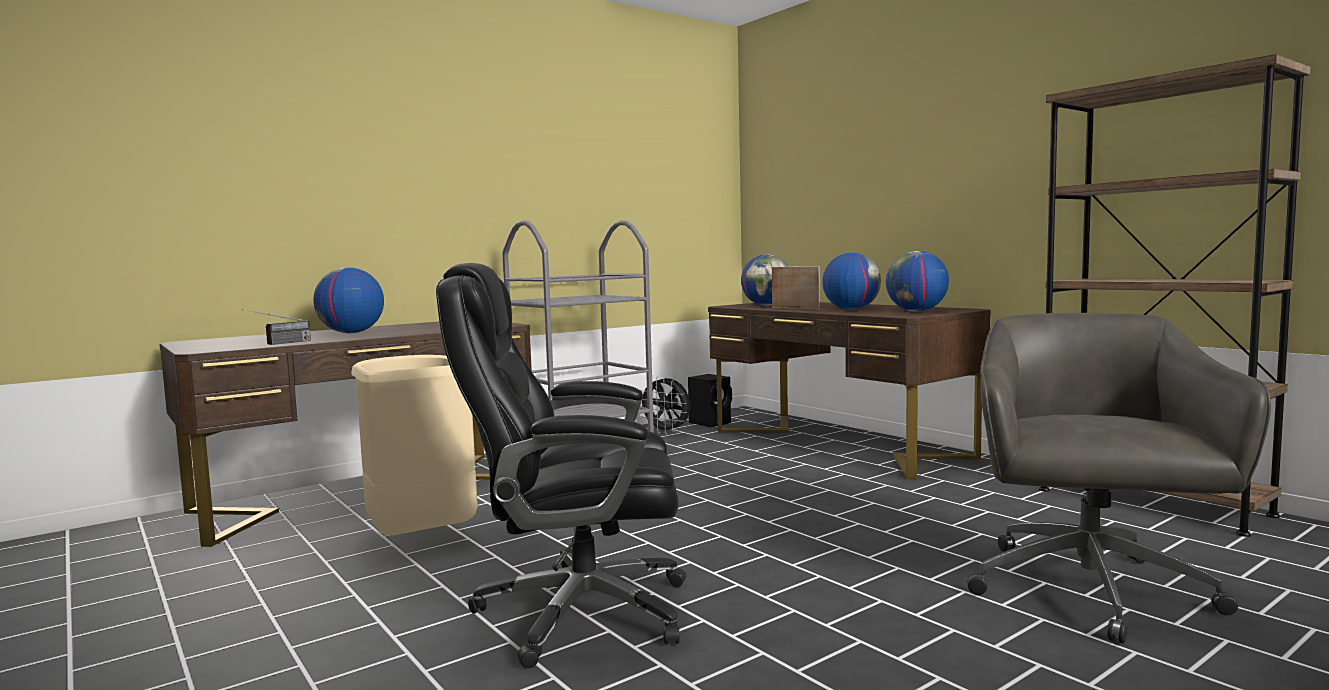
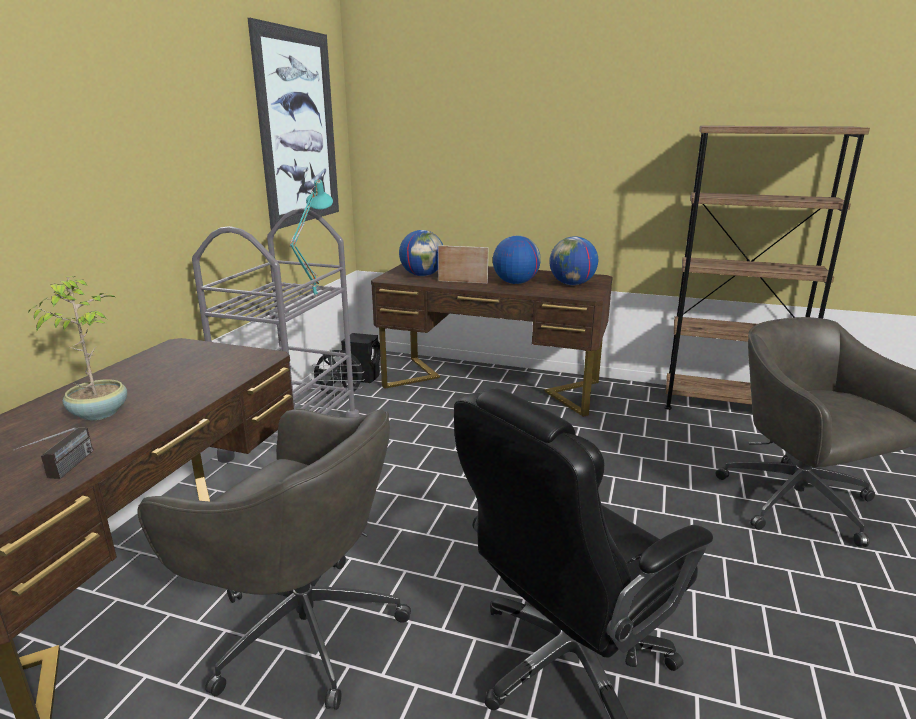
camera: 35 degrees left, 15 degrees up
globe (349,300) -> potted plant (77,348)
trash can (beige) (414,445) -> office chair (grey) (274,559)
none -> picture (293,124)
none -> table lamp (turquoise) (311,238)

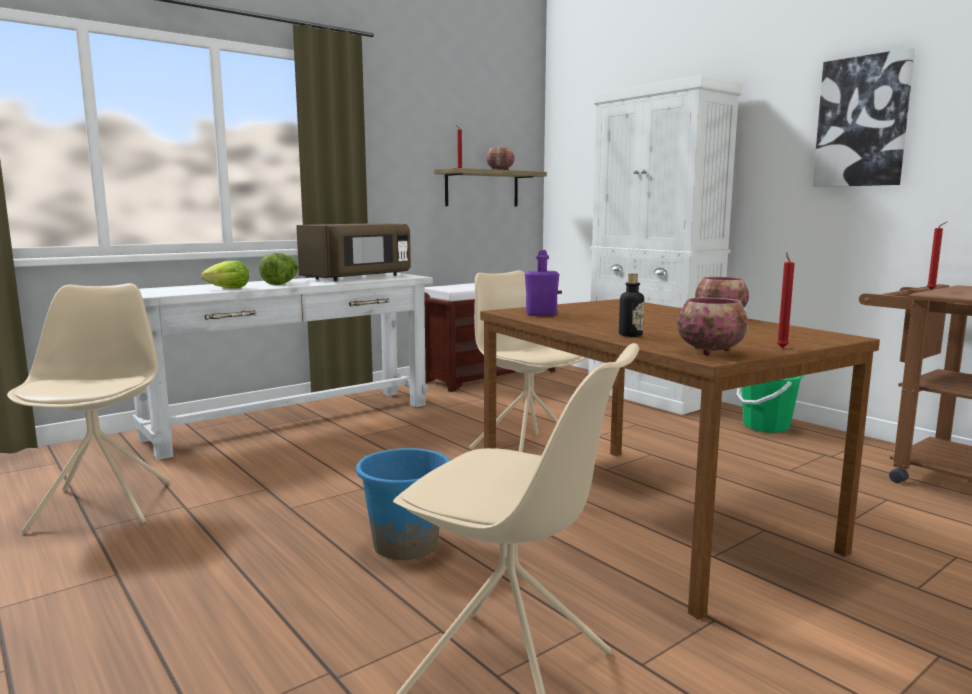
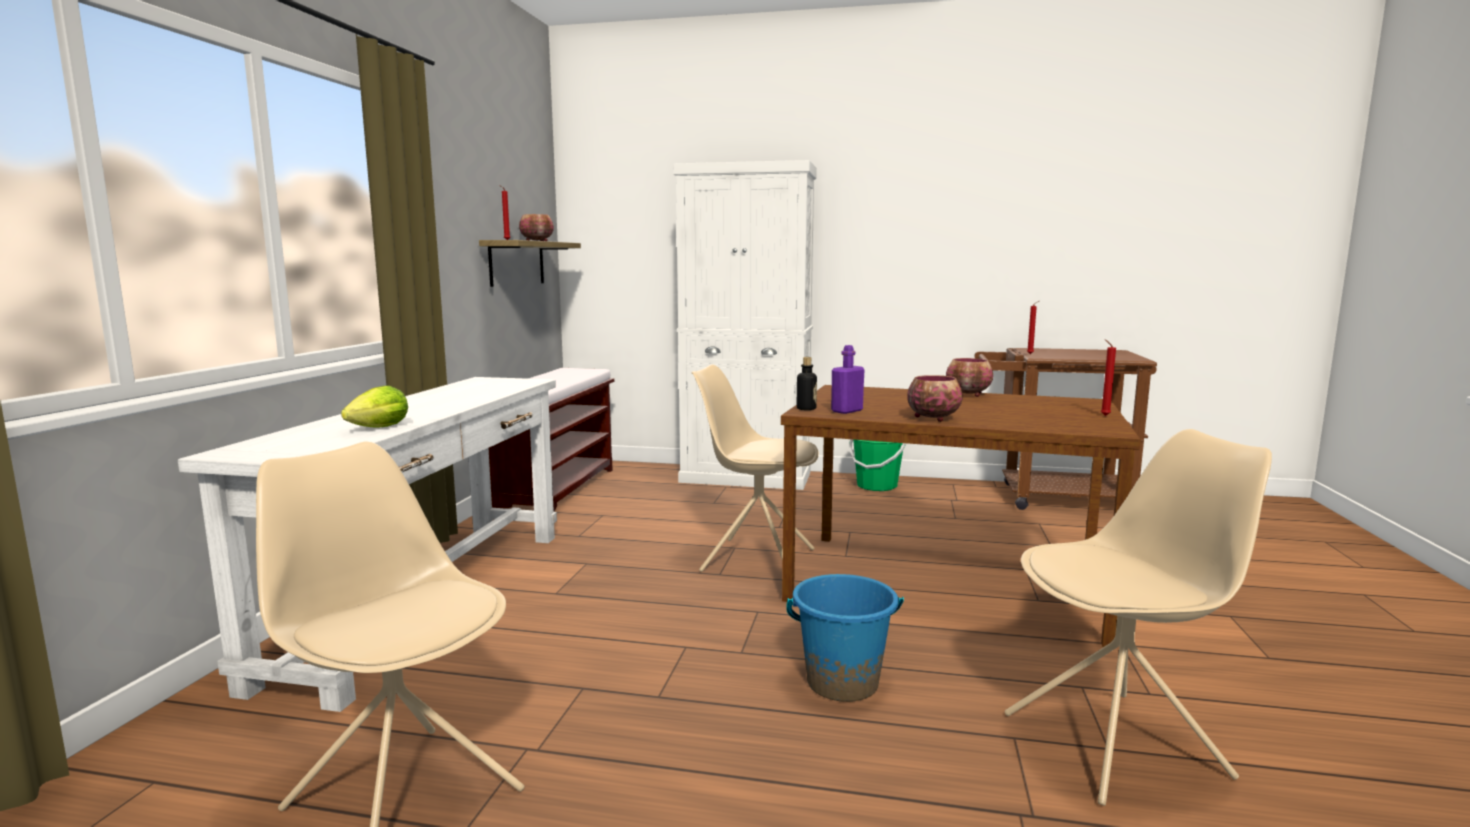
camera: 40 degrees left, 0 degrees up
lettuce (279,269) -> none
microwave (brown) (353,252) -> none
bottle (631,305) -> bottle (807,383), relocated
bowl (712,326) -> bowl (935,398), relocated
picture (863,117) -> none

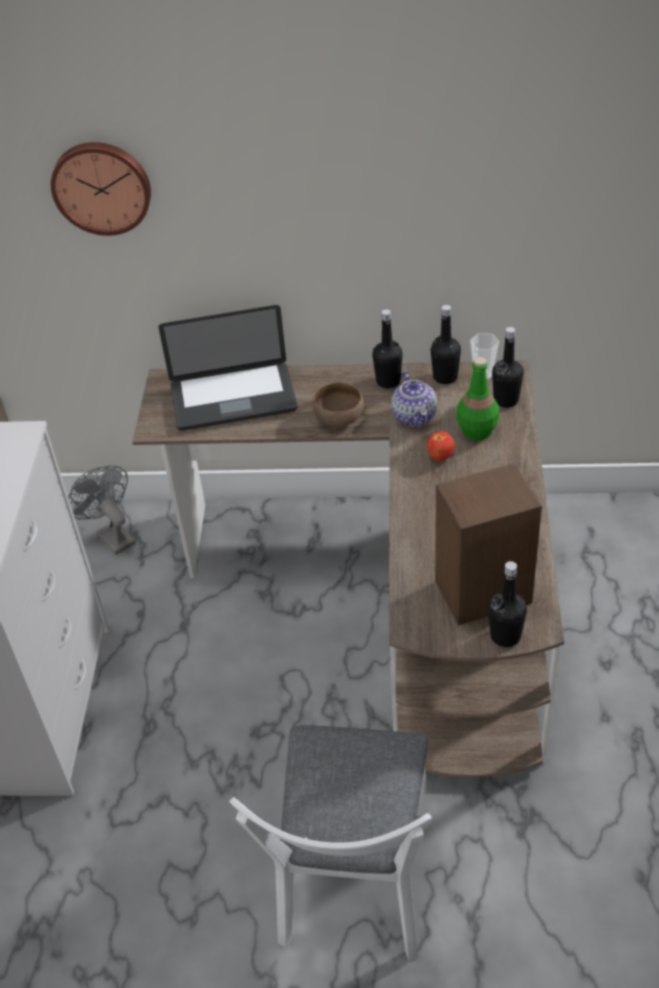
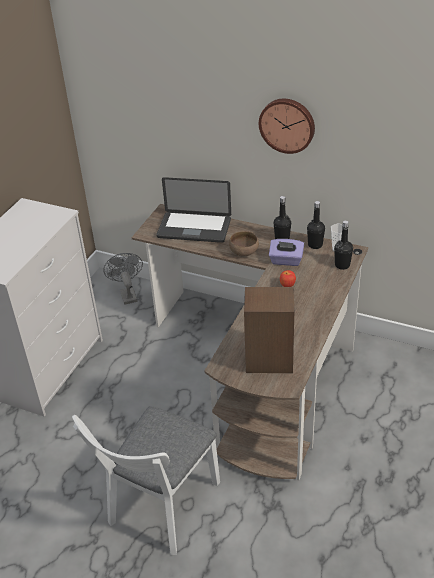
camera: 20 degrees right, 5 degrees down
wall clock (101,189) -> wall clock (287,126), relocated
teapot (414,399) -> tissue box (purple) (286,252)
bottle (green) (477,399) -> none
bottle (black) (508,604) -> none

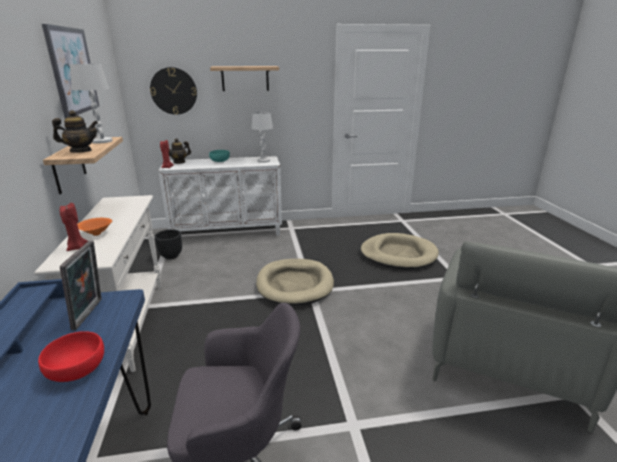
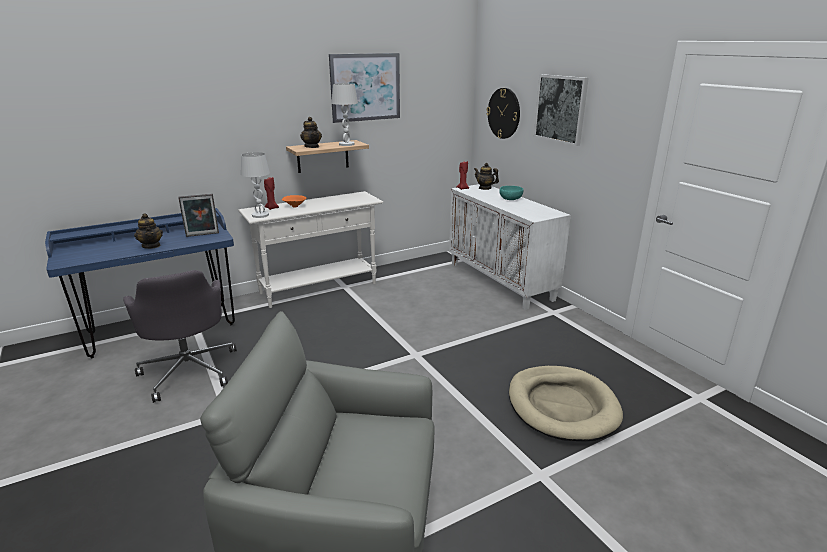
camera: 70 degrees right, 0 degrees up
bowl (red) (71,356) -> teapot (148,231)
planter (black) (168,244) -> none
shelf (244,78) -> picture (561,110)
table lamp (white) (262,137) -> table lamp (white) (255,185), relocated
dog bed (beige) (295,282) -> none

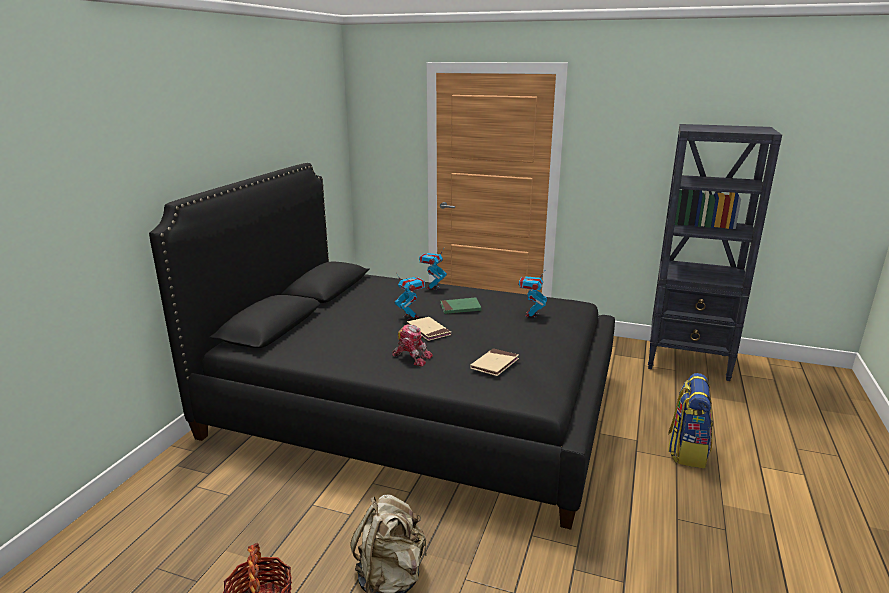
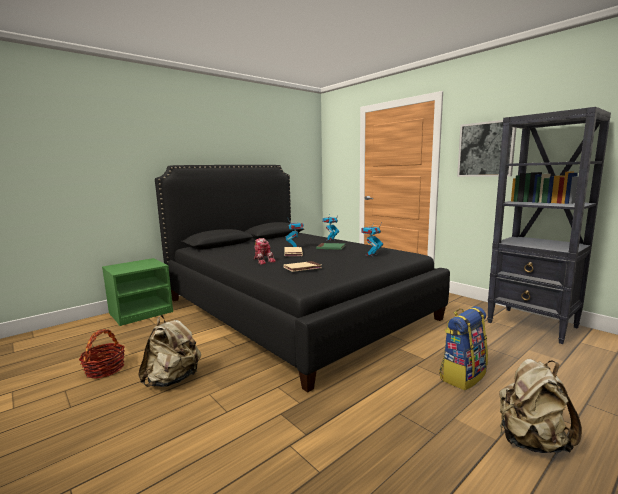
camera: 30 degrees right, 10 degrees down
none -> nightstand (green) (137,292)
none -> picture (486,148)
none -> backpack (beige) (540,406)

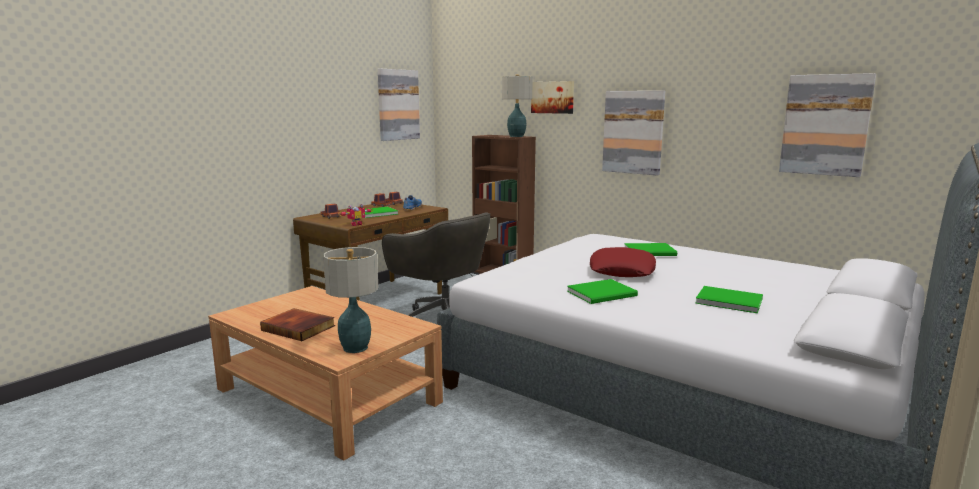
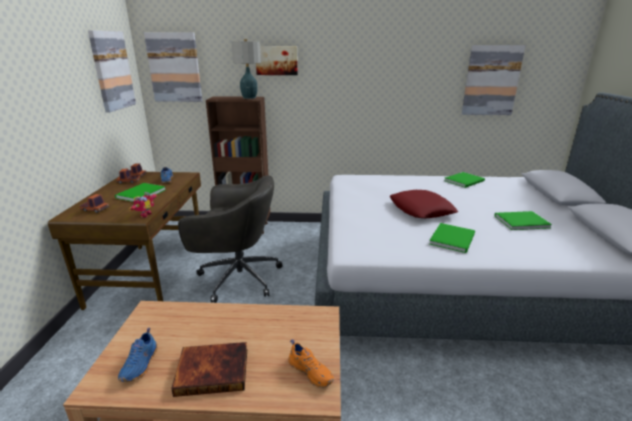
camera: 35 degrees left, 10 degrees up
table lamp (350,300) -> shoe (orange) (311,363)
picture (633,133) -> picture (173,67), relocated
book (green) (650,249) -> book (green) (464,180), relocated
none -> shoe (blue) (138,355)

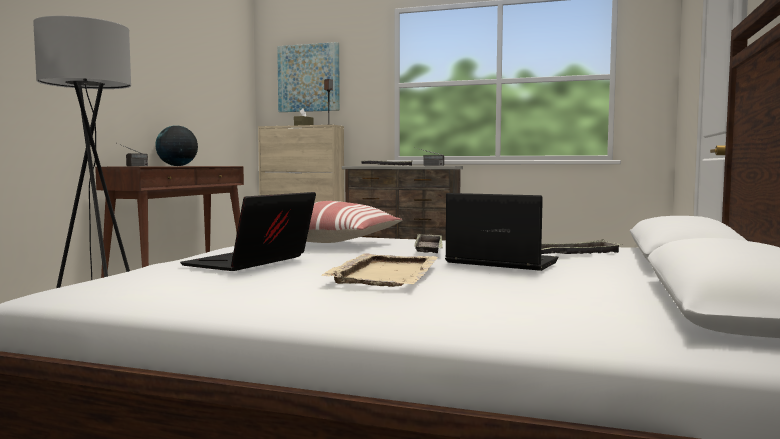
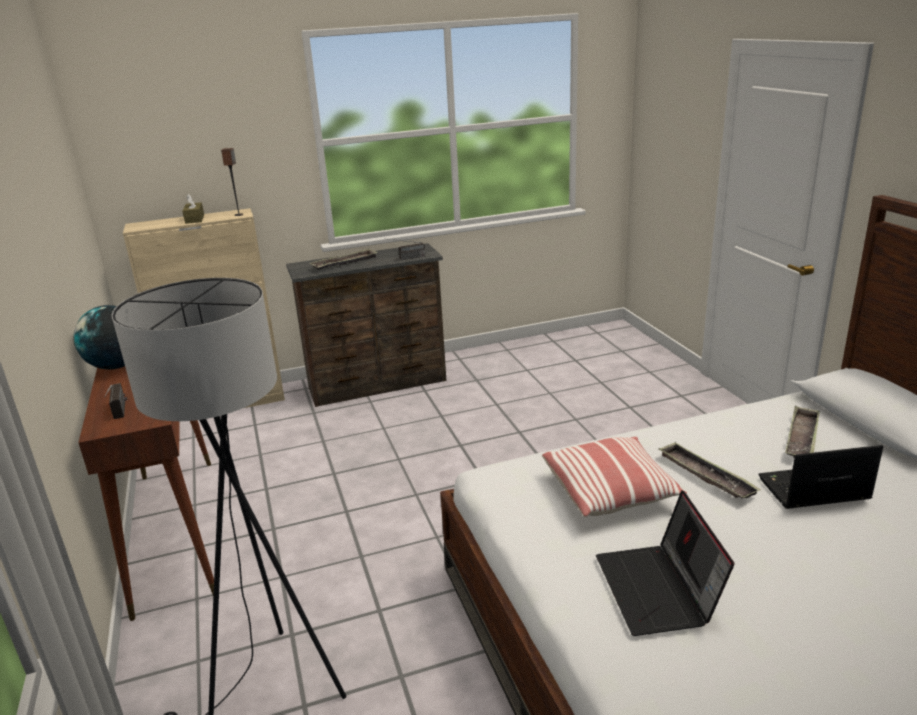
camera: 35 degrees left, 20 degrees up
picture (308,77) -> none
tray (beige) (379,270) -> none

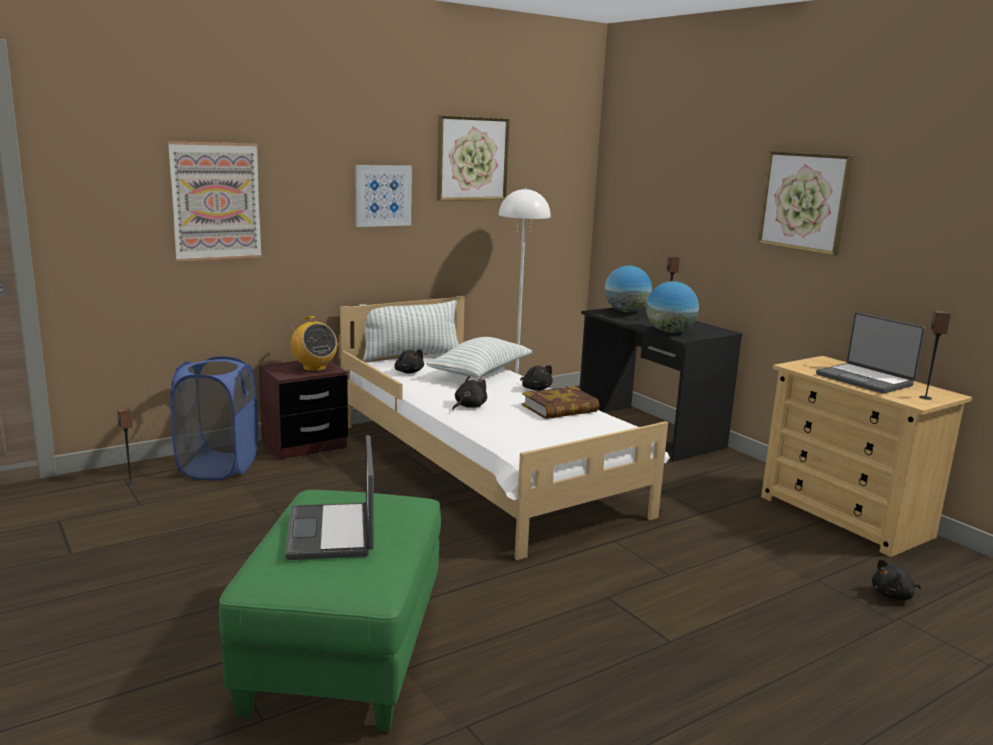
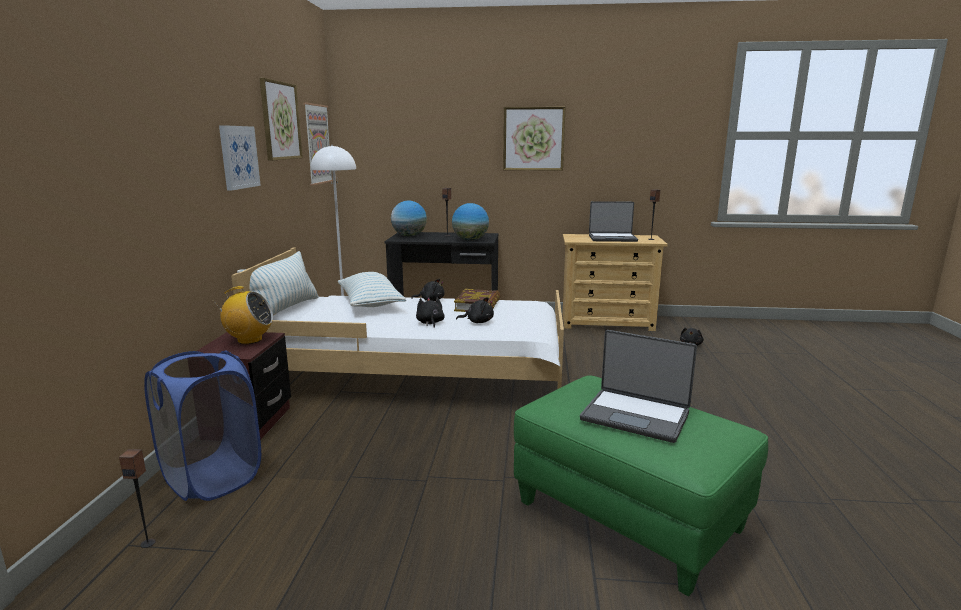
camera: 50 degrees left, 0 degrees up
picture (215,201) -> picture (318,144), relocated
plush toy (black) (409,361) -> plush toy (black) (475,310), relocated

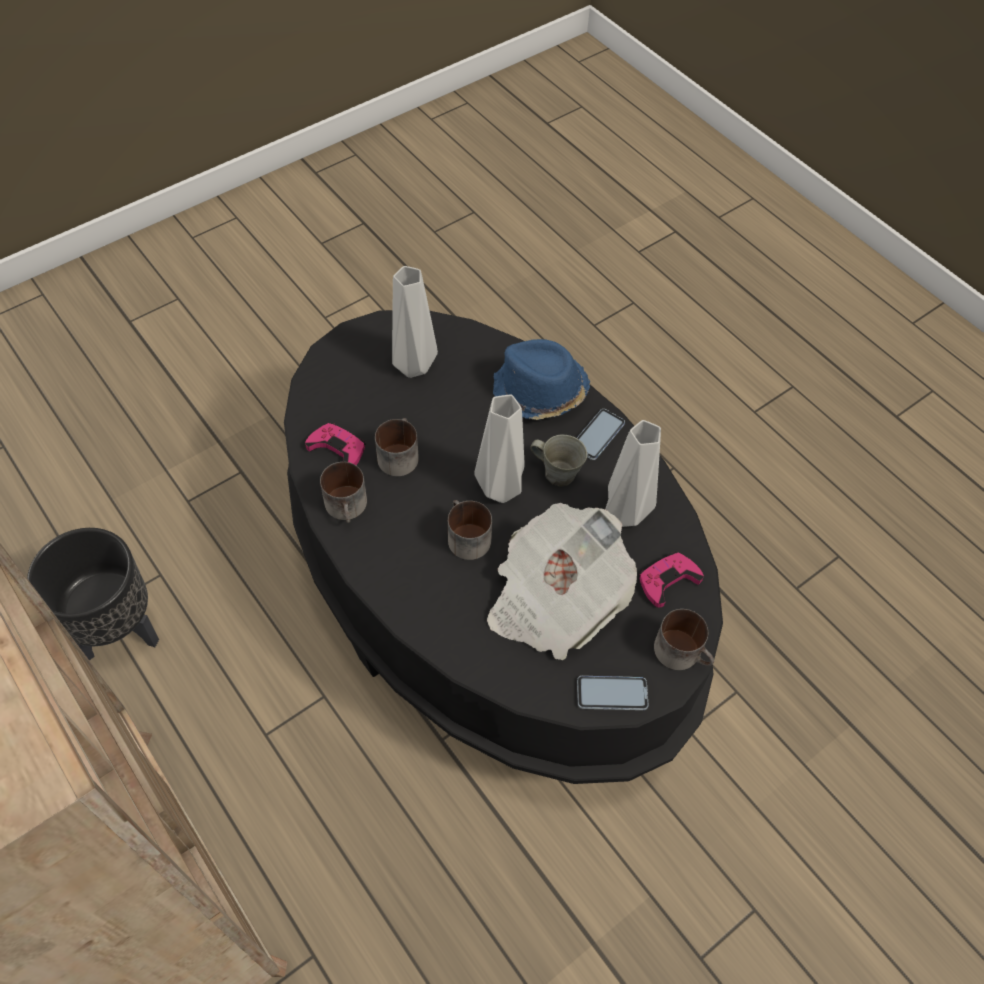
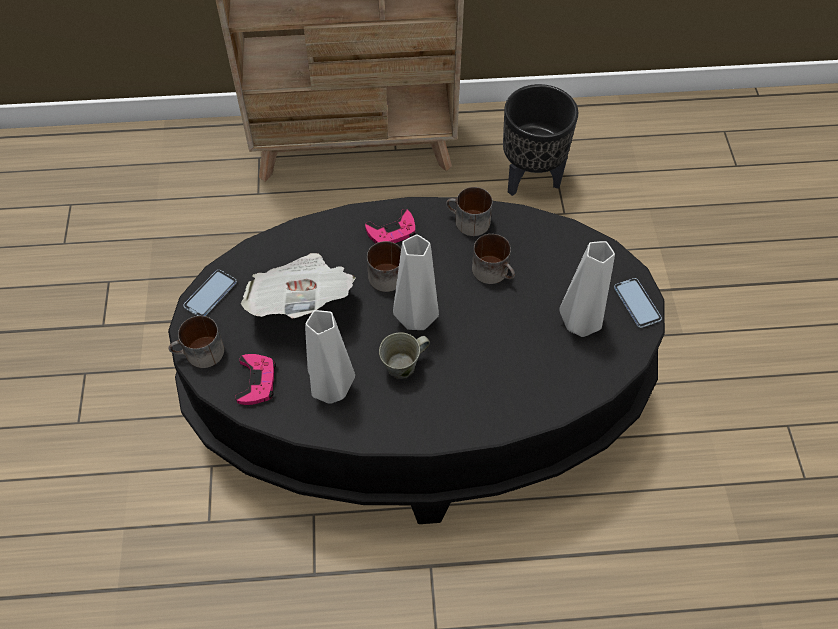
camera: 125 degrees right, 0 degrees up
game controller (pink) (335,444) -> game controller (pink) (390,226), relocated
hat (blue) (541,379) -> none
phone (601,434) -> phone (638,303), relocated

